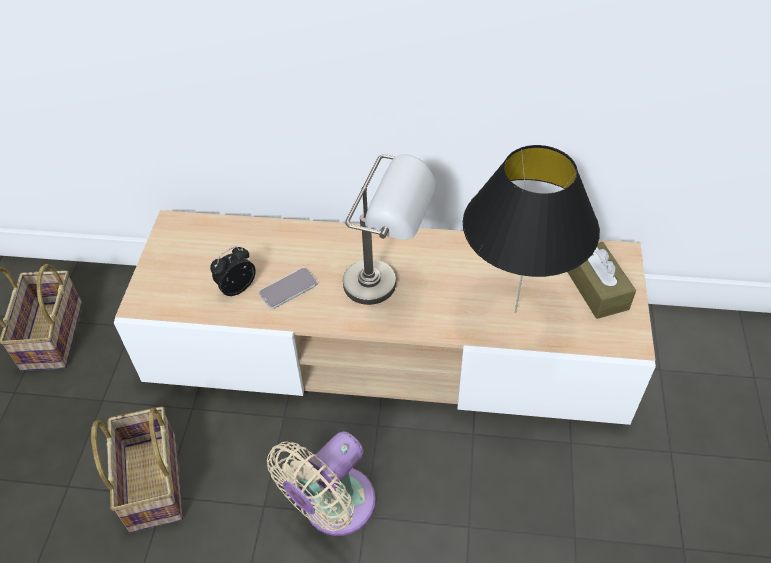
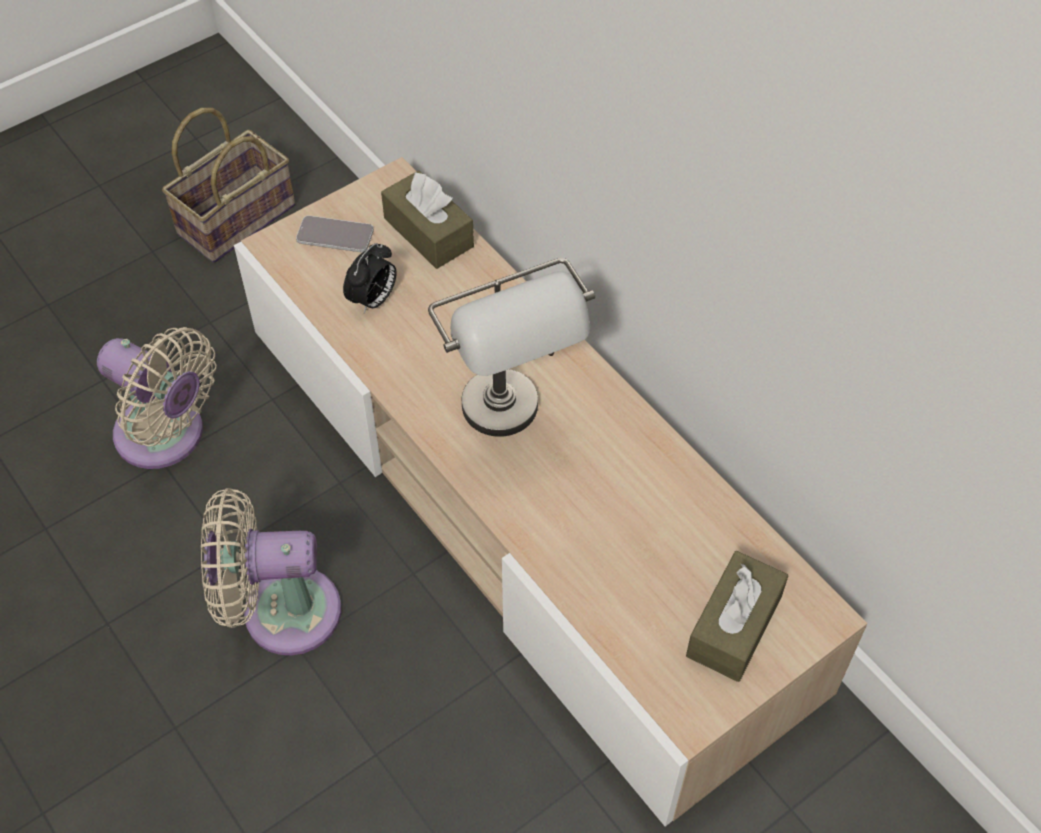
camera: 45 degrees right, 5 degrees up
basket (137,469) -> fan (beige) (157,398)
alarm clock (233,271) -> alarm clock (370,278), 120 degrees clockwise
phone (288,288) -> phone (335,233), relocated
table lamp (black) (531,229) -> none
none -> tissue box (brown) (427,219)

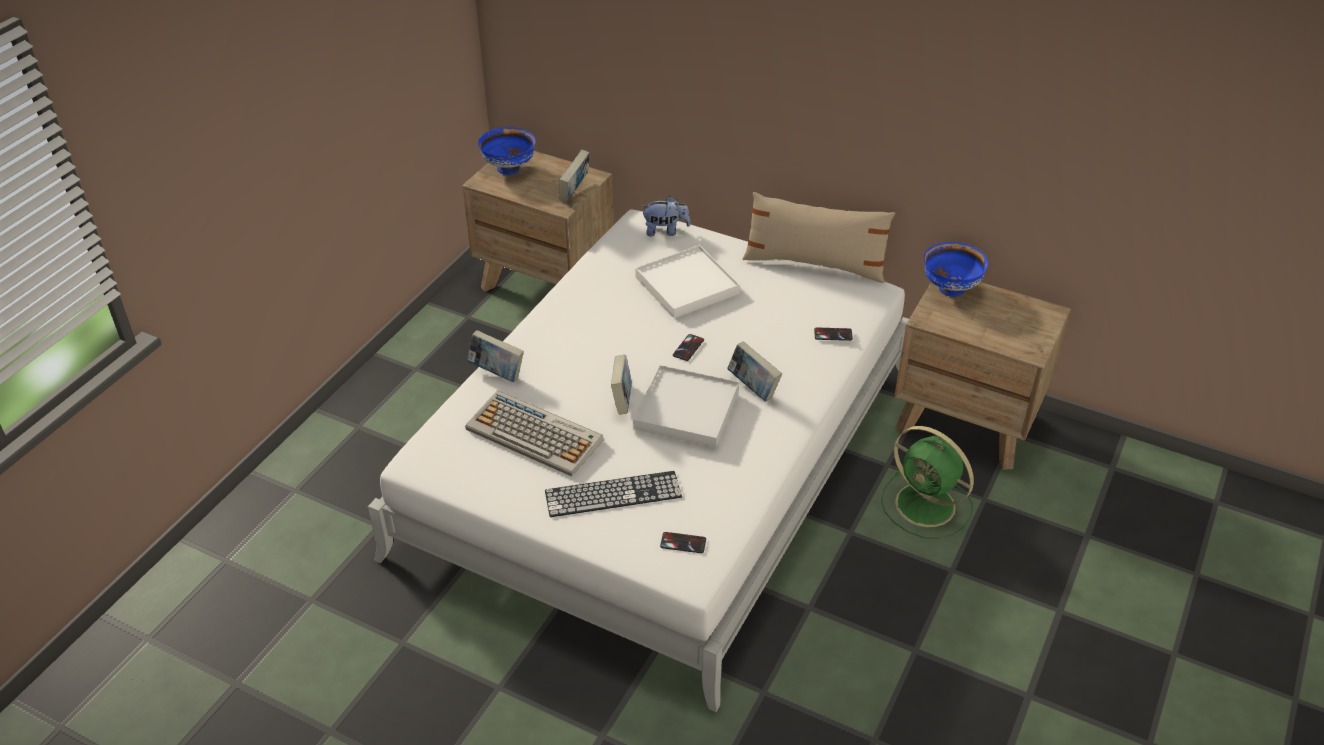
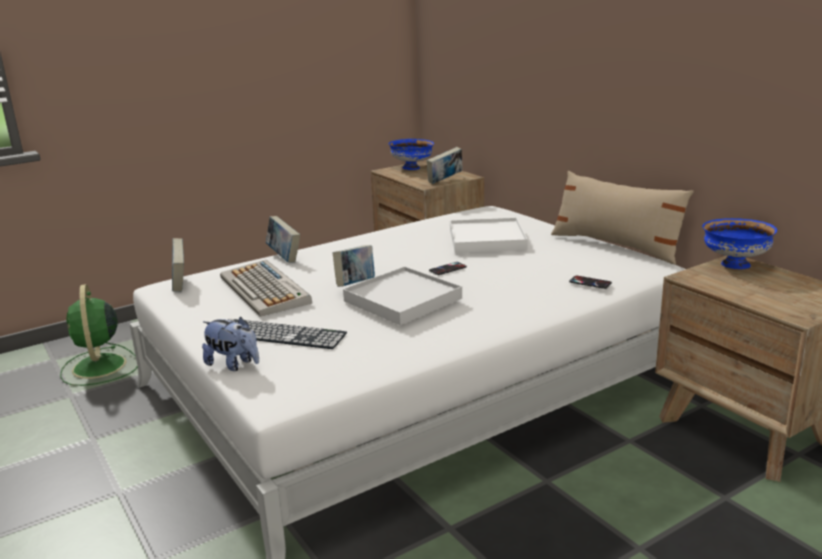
camera: 30 degrees right, 20 degrees down
plush toy (665,216) -> plush toy (230,344), relocated
phone (683,542) -> none
book (754,371) -> book (178,265), relocated
fan (green) (927,482) -> fan (green) (99,335), relocated

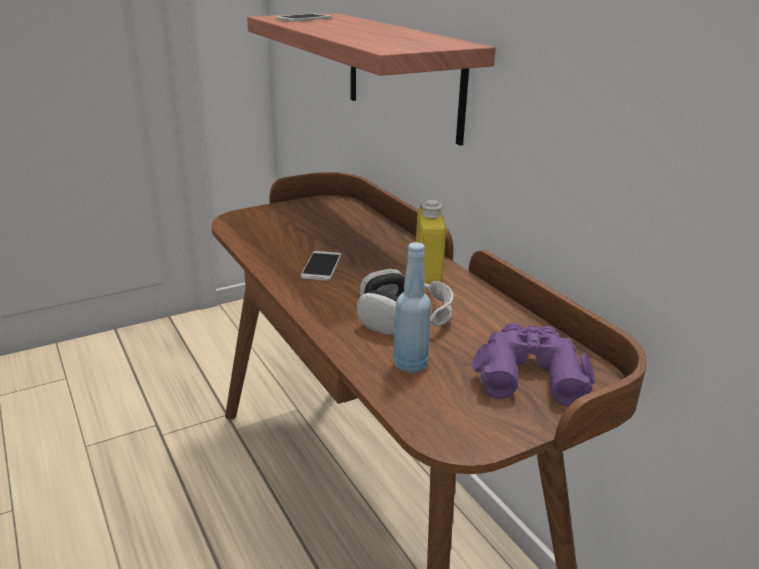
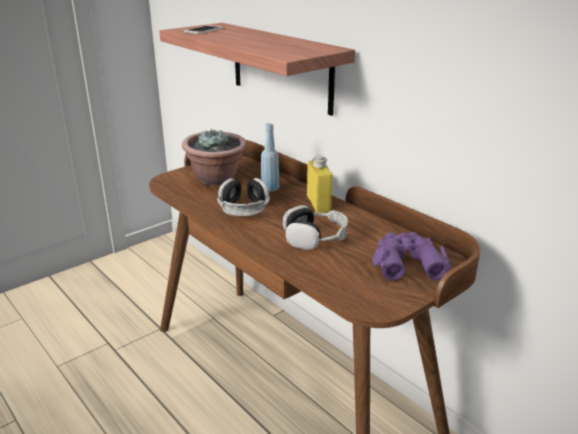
camera: 10 degrees left, 0 degrees up
phone (320,266) -> headphones (243,197)
bottle (blue) (412,307) -> bottle (blue) (270,157), relocated
none -> potted plant (214,156)

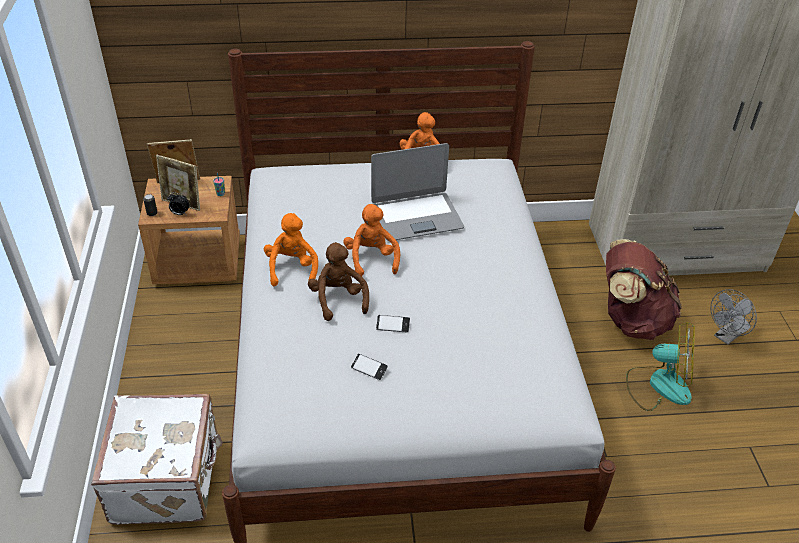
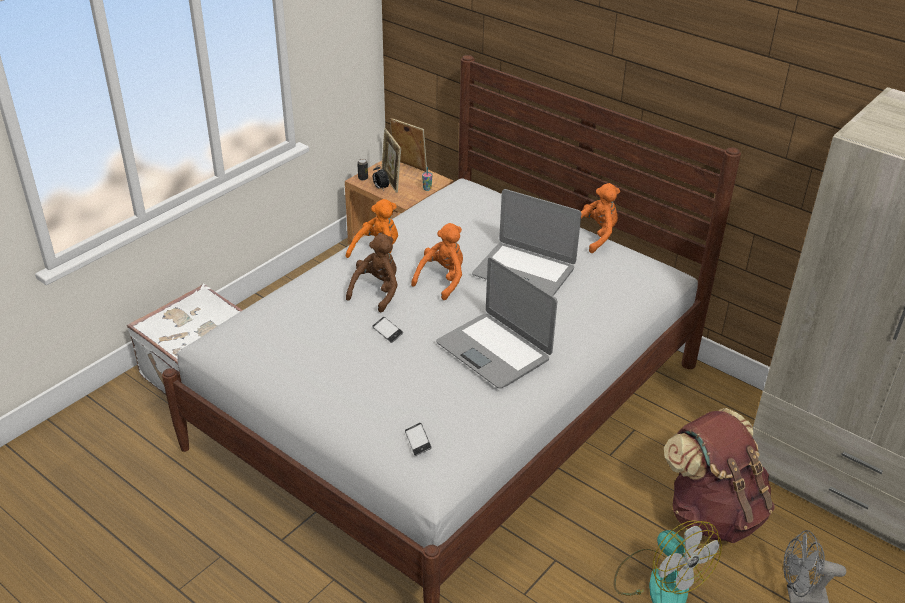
camera: 45 degrees right, 5 degrees down
phone (369,367) -> phone (418,439), relocated
none -> laptop (496,323)

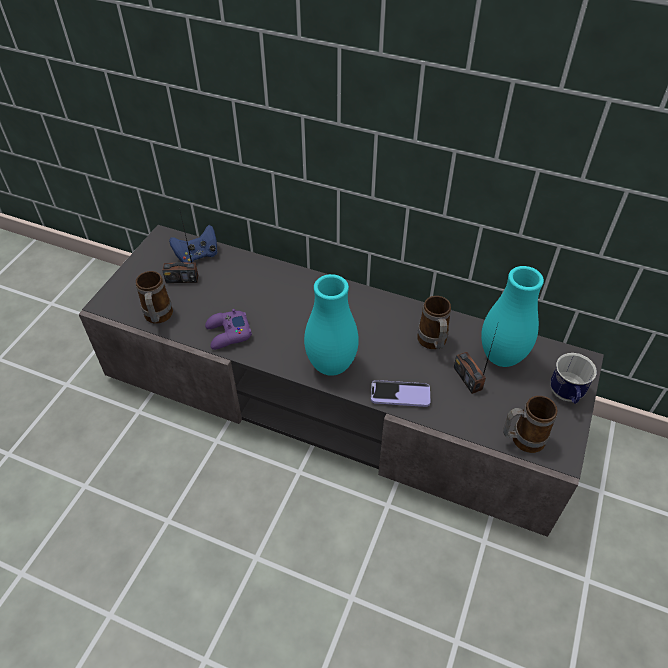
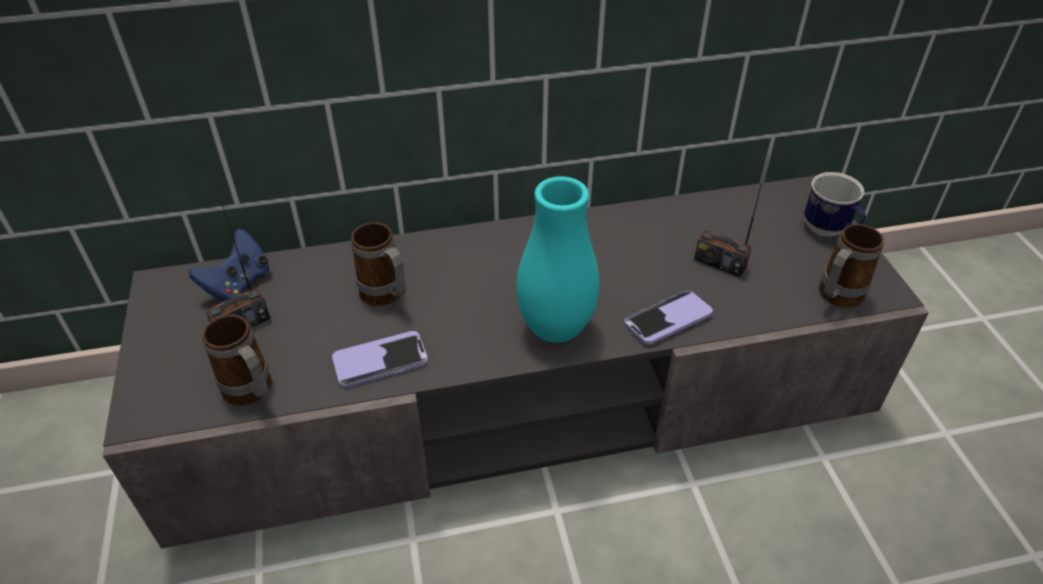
camera: 35 degrees left, 5 degrees down
game controller (purple) (228,329) -> phone (380,359)
mug (434,322) -> mug (378,264), relocated
vase (turquoise) (512,316) -> none

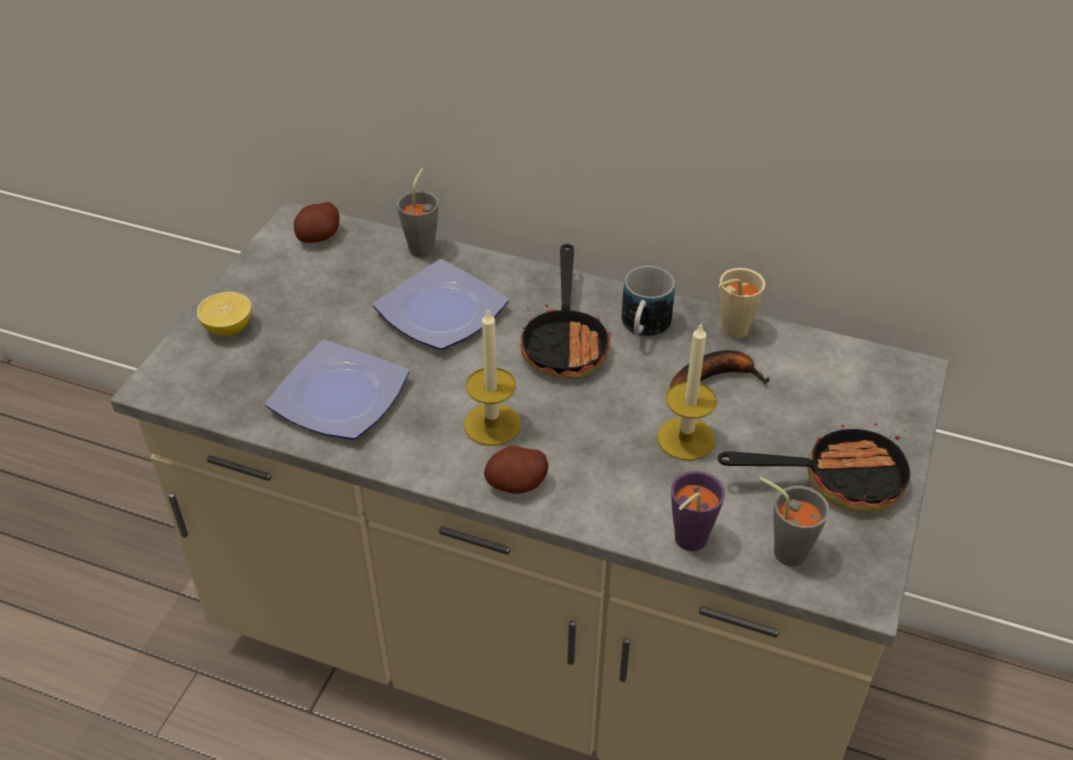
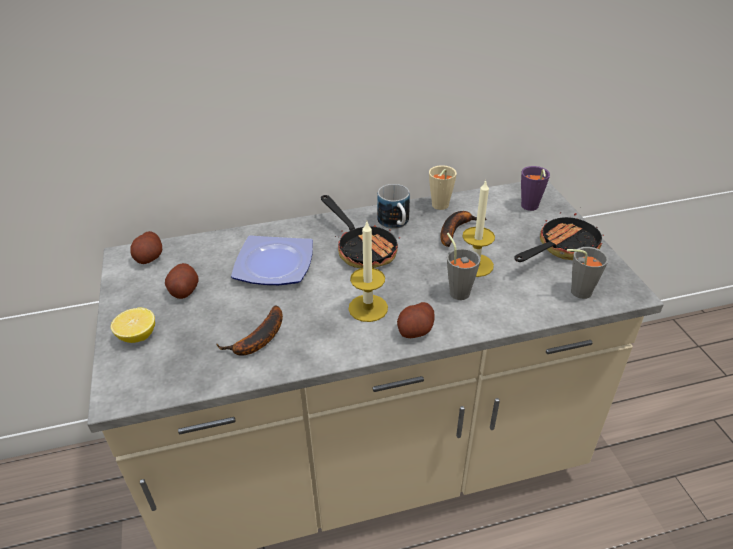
camera: 35 degrees left, 5 degrees down
plate (337,390) -> banana (249,330)
cup (grey) (418,212) -> cup (grey) (463,266), relocated
cup (purple) (698,511) -> cup (purple) (535,188), relocated
none -> potato (182,281)

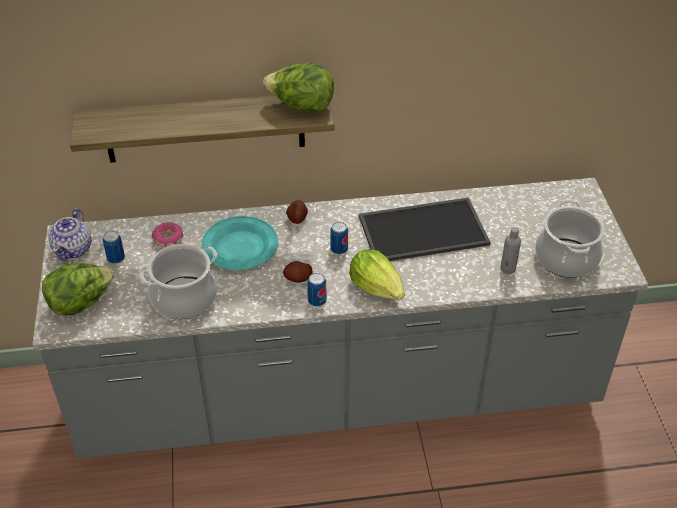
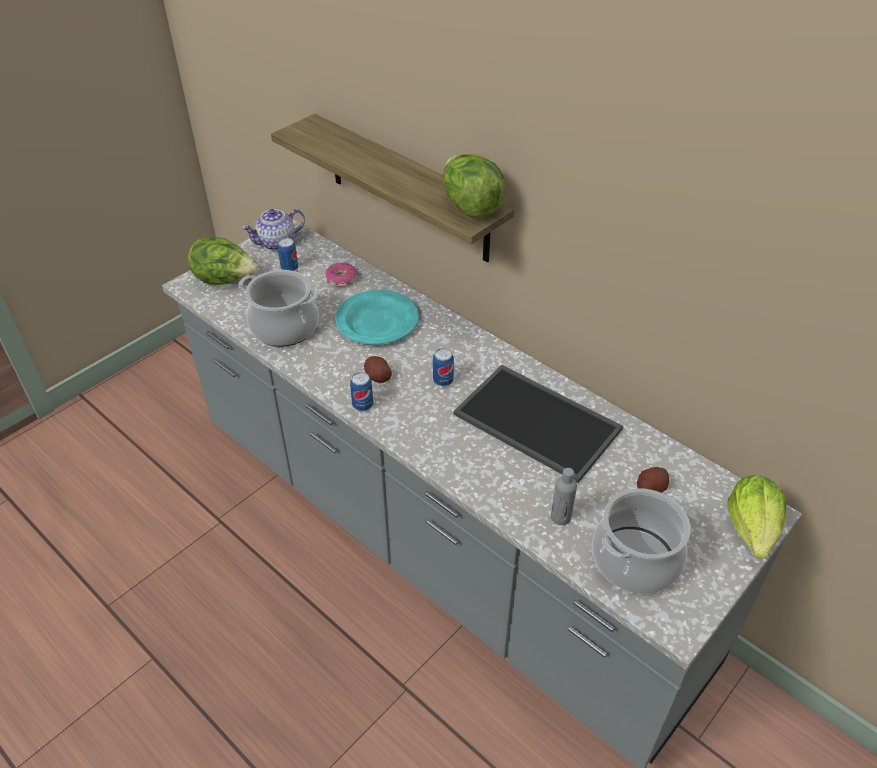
camera: 50 degrees right, 0 degrees up
potato (297,212) -> potato (653,480), relocated
lettuce (377,275) -> lettuce (756,516), relocated

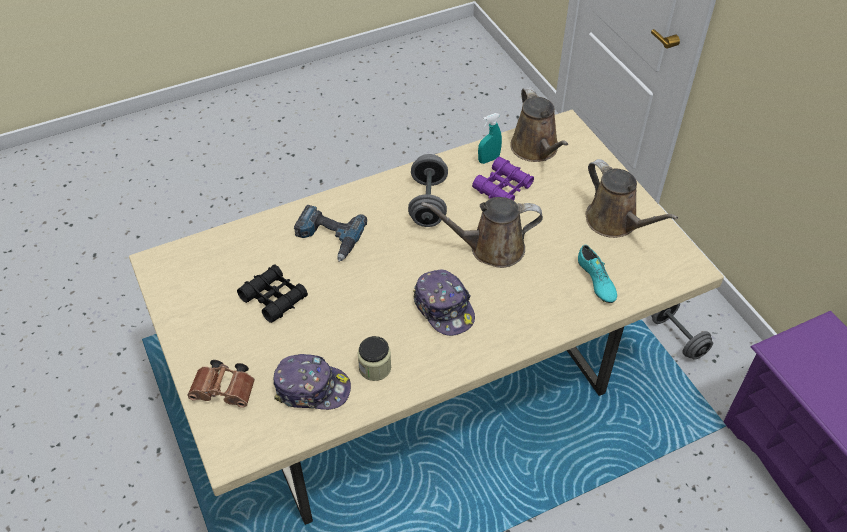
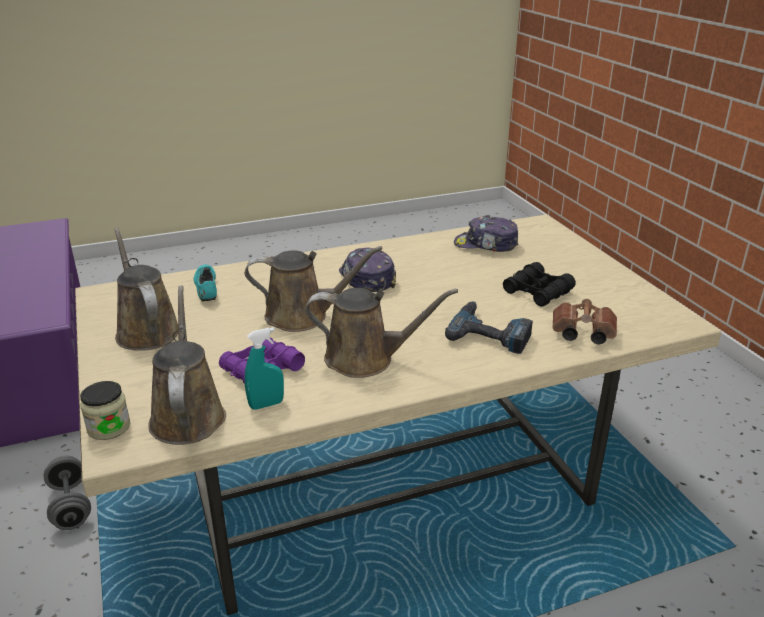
camera: 175 degrees left, 20 degrees down
binoculars (brown) (221,384) -> binoculars (brown) (584,321), relocated
jar (374,358) -> jar (105,410), relocated
dumbbell (grey) (428,190) -> watering can (brown) (381,333)

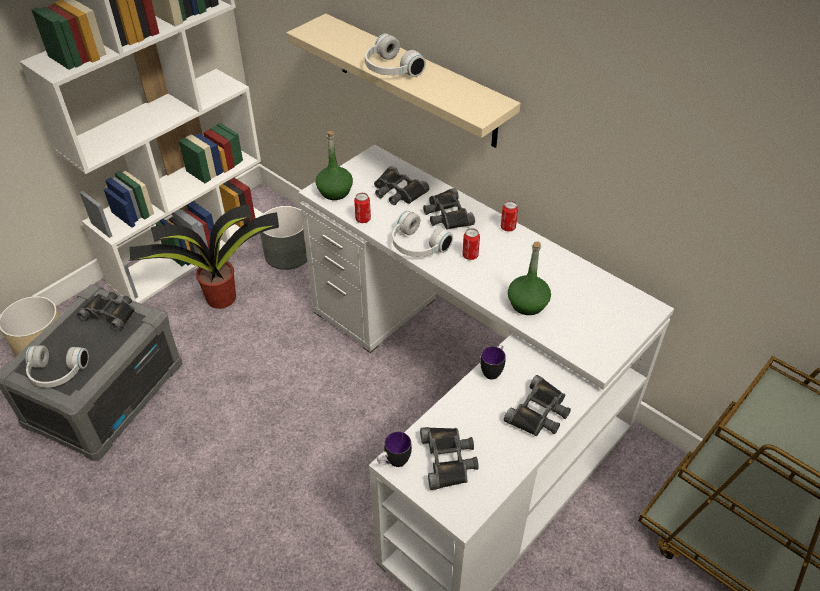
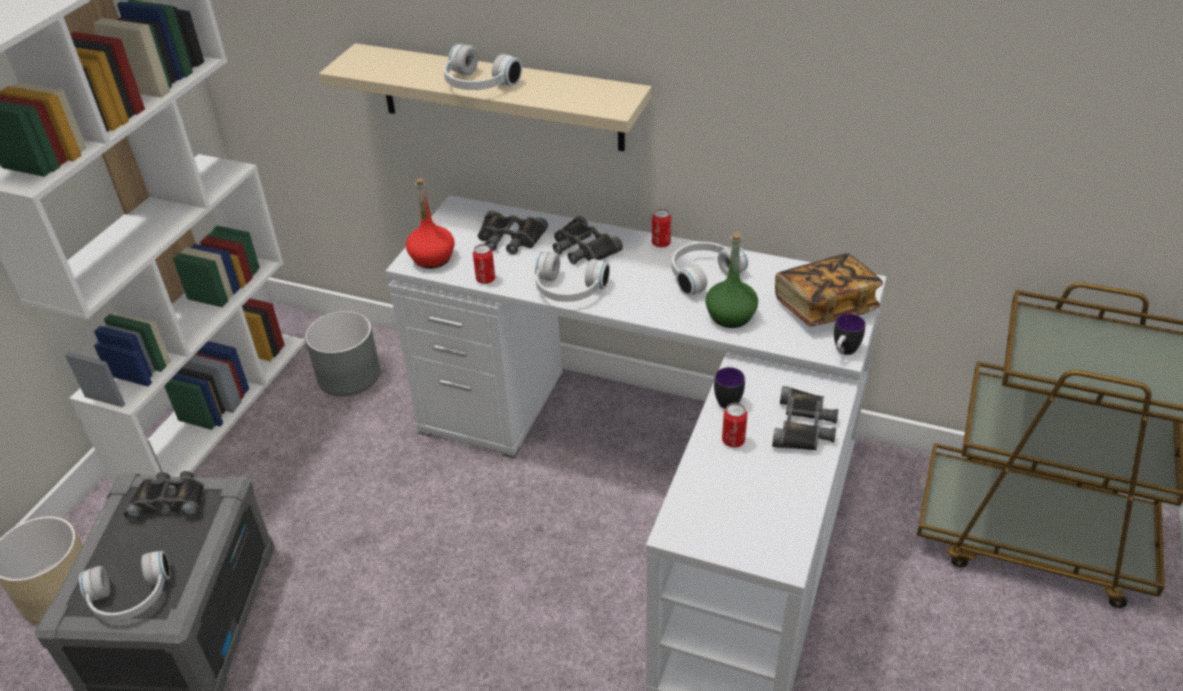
camera: 20 degrees left, 5 degrees down
potted plant (204,256) -> none
bottle (green) (334,165) -> bottle (red) (430,223)
mug (394,449) -> mug (850,334), relocated
binoculars (black) (449,458) -> none
can (471,244) -> can (734,425), relocated
none -> headphones (white) (710,269)
none -> book (829,290)

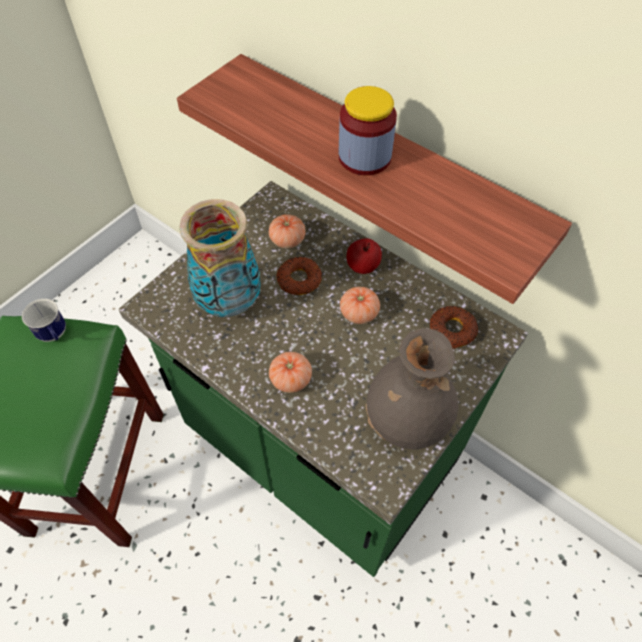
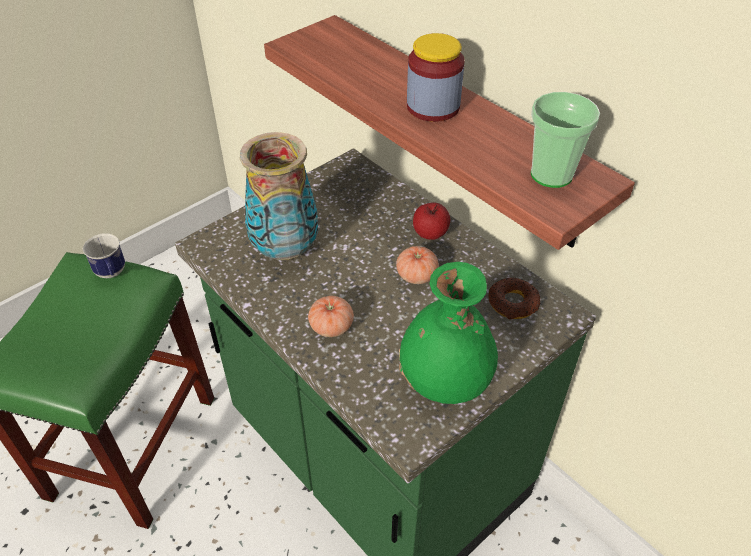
camera: 10 degrees right, 10 degrees down
tomato (287,231) -> none
donut (299,276) -> none
vase (grey) (412,389) -> vase (green) (448,333)
none -> cup (565,140)

